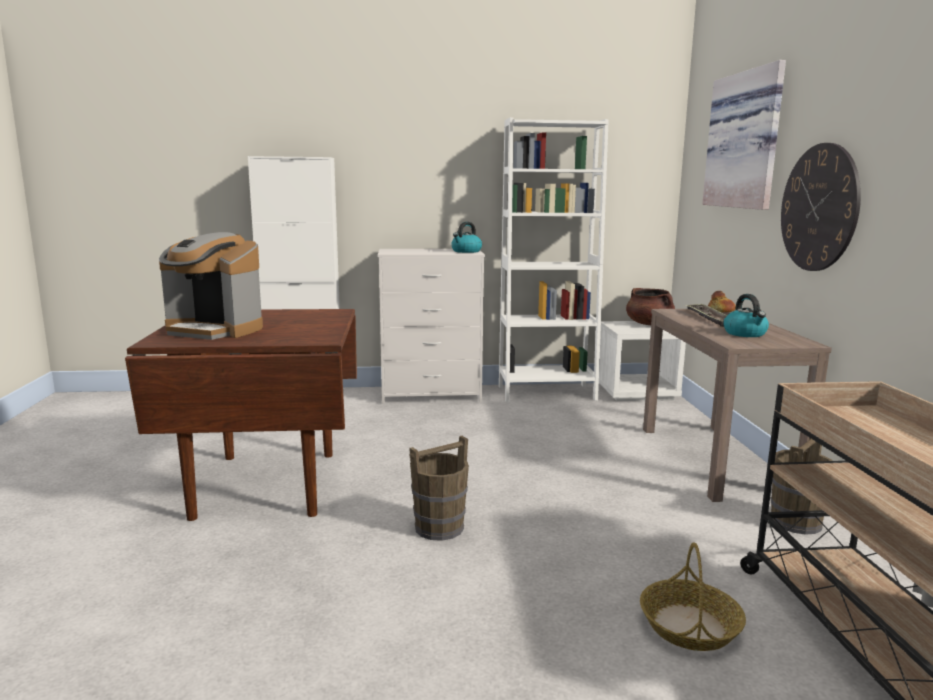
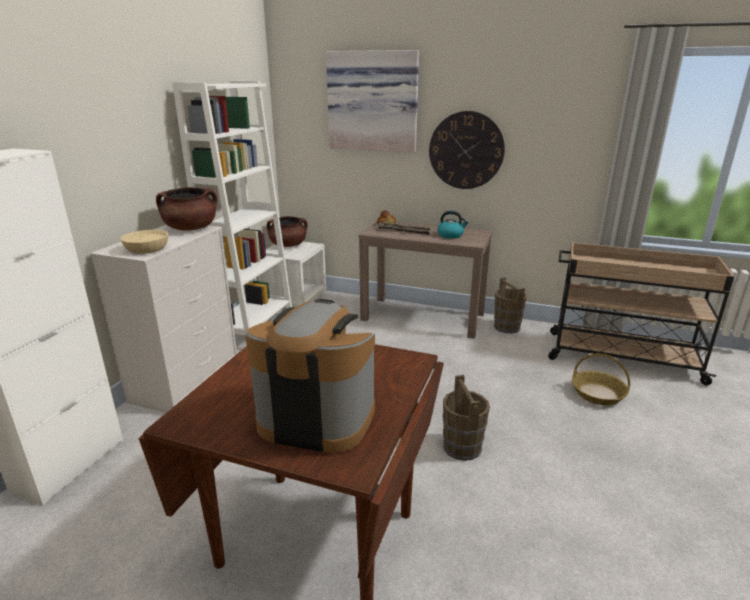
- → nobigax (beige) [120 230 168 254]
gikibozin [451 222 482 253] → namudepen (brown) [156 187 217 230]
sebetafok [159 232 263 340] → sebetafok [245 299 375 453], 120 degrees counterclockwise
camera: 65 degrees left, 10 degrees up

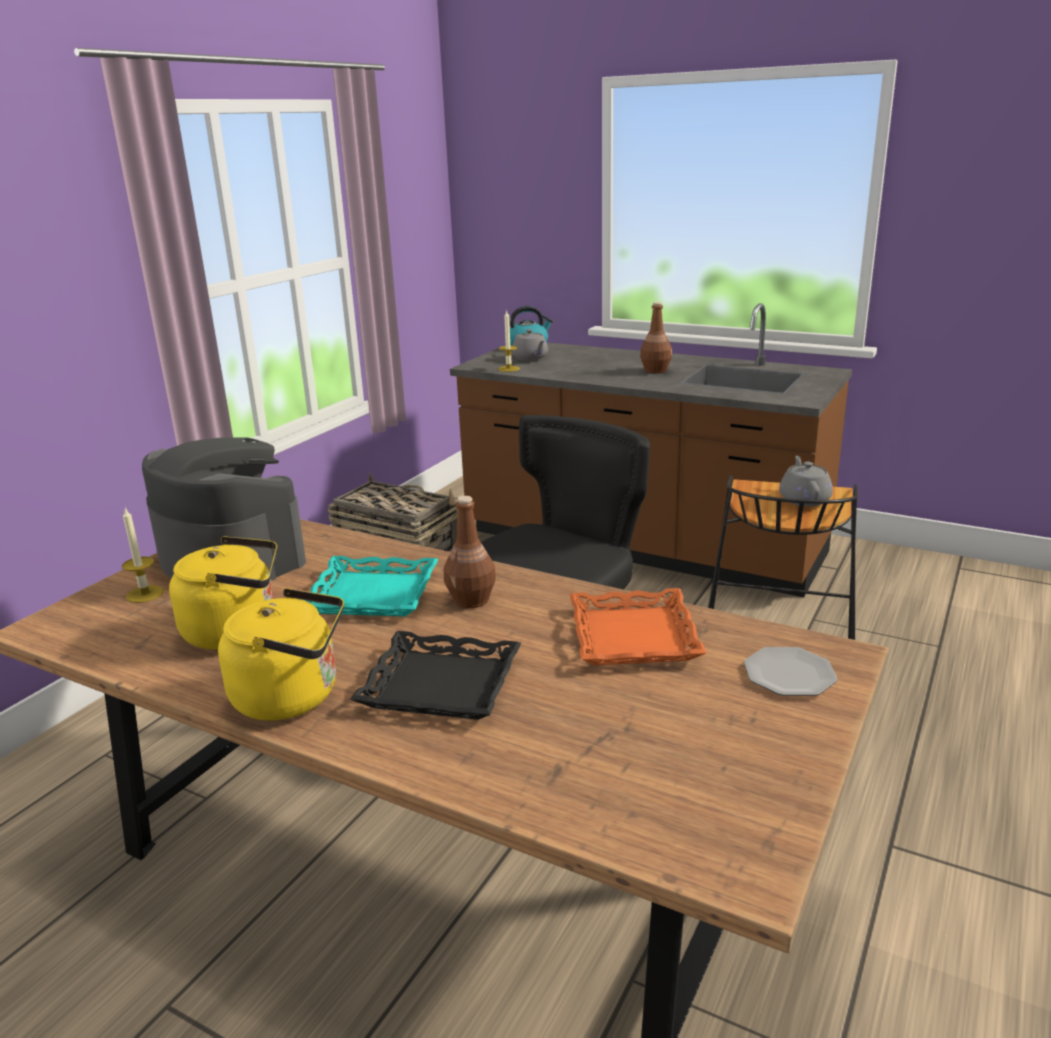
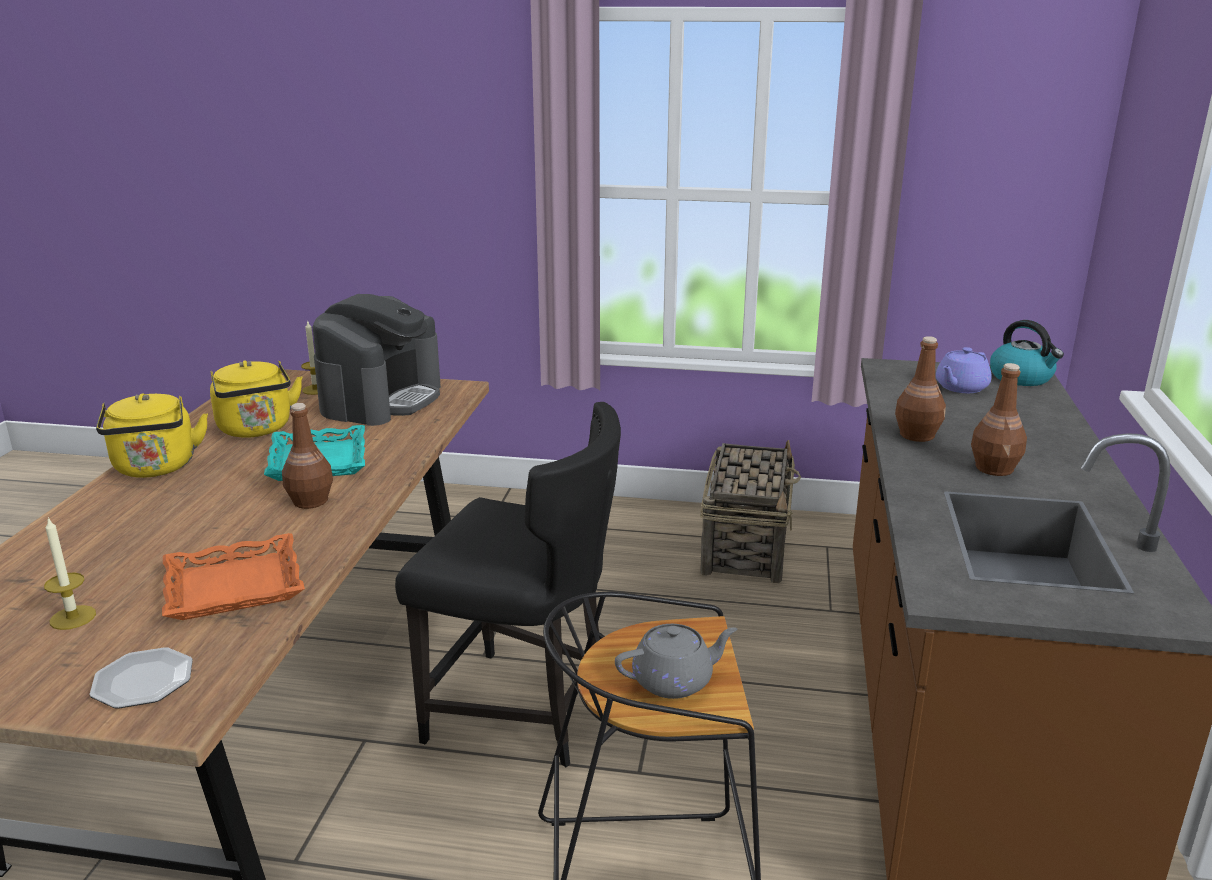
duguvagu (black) [350 631 521 720] → -
- → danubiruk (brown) [895 336 946 442]
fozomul [498 310 520 372] → fozomul [44 517 96 630], move
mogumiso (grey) [512 329 548 361] → mogumiso (purple) [936 347 992 393]
camera: 70 degrees right, 0 degrees up

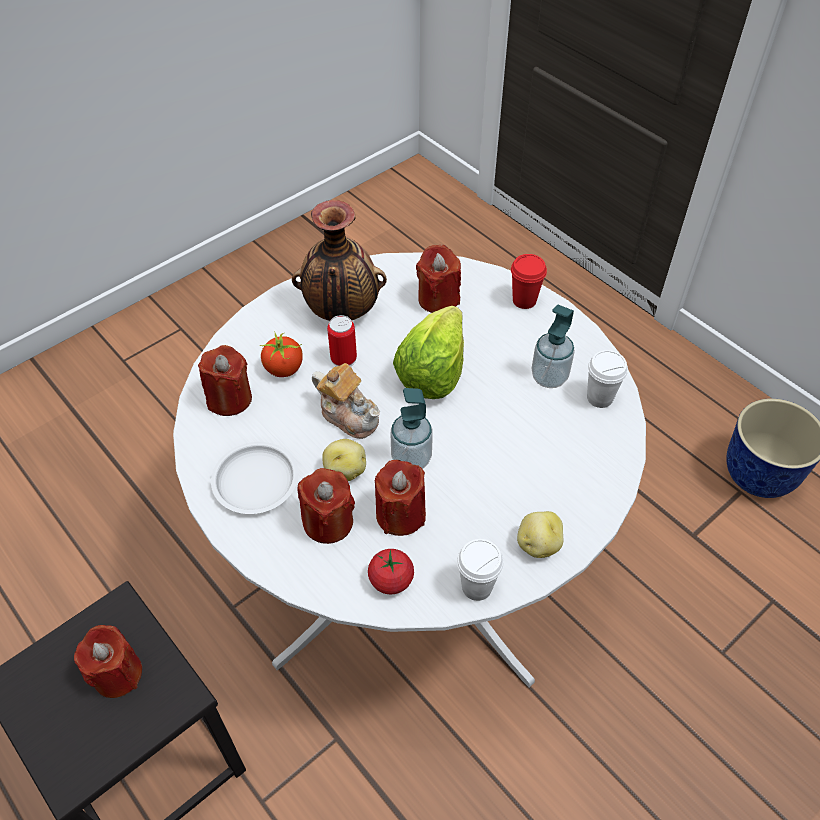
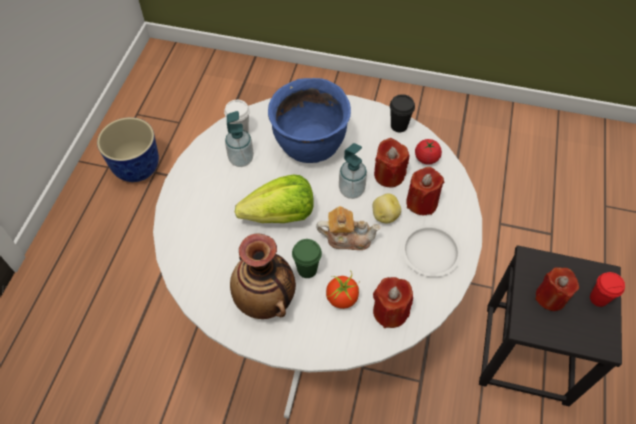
fozomul (red) [416 245 461 313] → -
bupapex [517 511 564 558] → -
- → namudepen (blue) [268 78 351 163]
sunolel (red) [511 254 547 309] → sunolel (red) [590 272 625 307], move
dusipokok [327 315 357 367] → sunolel (green) [292 239 322 278]
sunolel (white) [457 539 504 601] → sunolel (black) [390 94 415 132]
mogumiso [312 363 380 439] → mogumiso [316 206 381 250], 90 degrees clockwise
camera: 125 degrees left, 5 degrees up

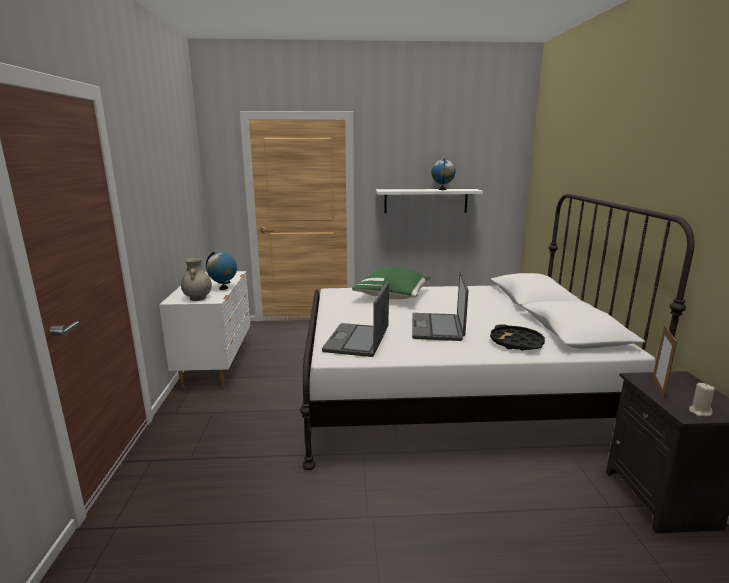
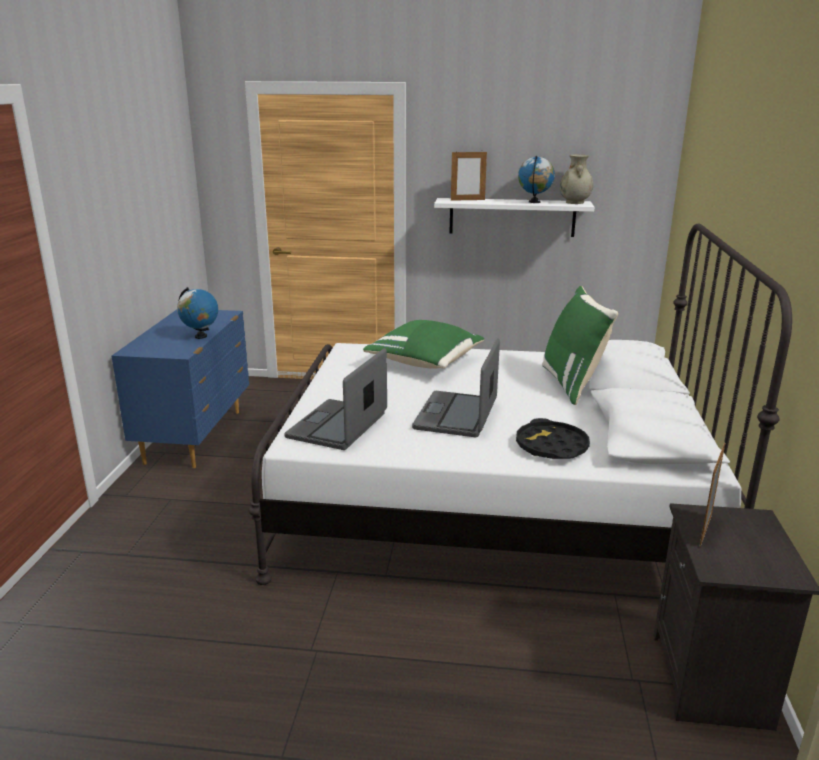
fozomul (beige) [689 383 715 417] → -
- → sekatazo [451 150 487 201]
- → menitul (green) [542 286 618 405]
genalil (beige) [181 258 212 301] → genalil (beige) [560 154 594 204], move
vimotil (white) [159 271 250 389] → vimotil (blue) [112 310 249 468]
camera: 10 degrees right, 5 degrees up

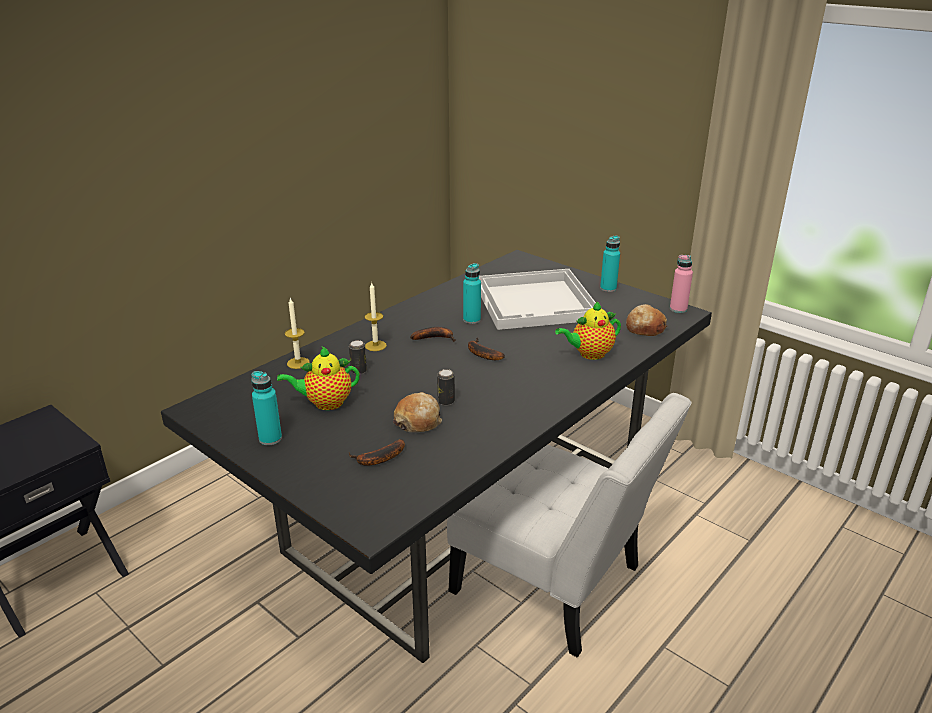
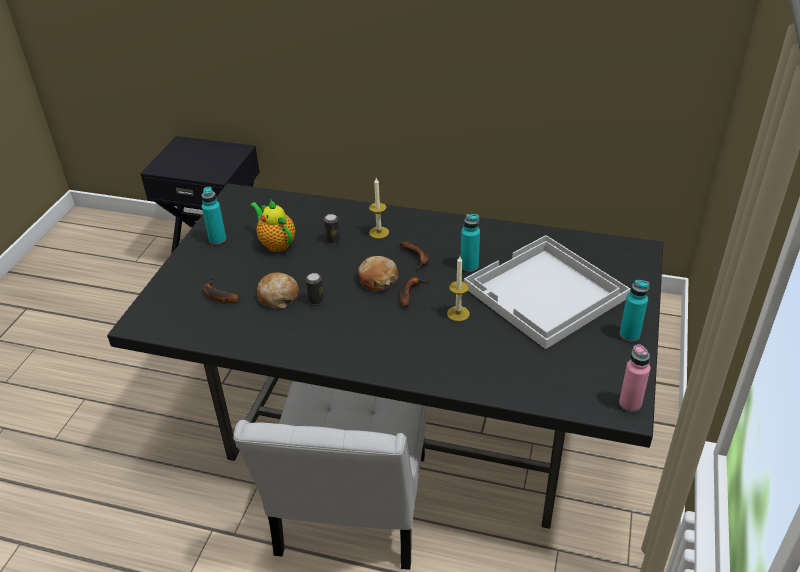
mogumiso [555 301 621 360] → -
fozomul [285 297 310 369] → fozomul [447 256 470 321], move
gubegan [626 304 668 336] → gubegan [358 256 398 291], move
camera: 65 degrees right, 10 degrees up

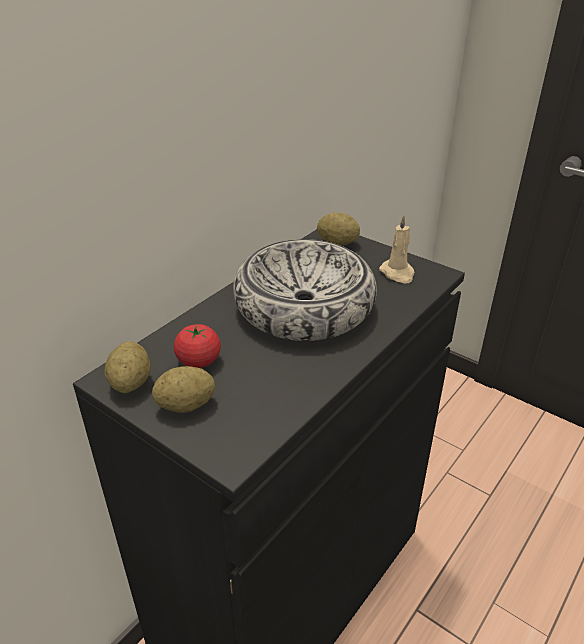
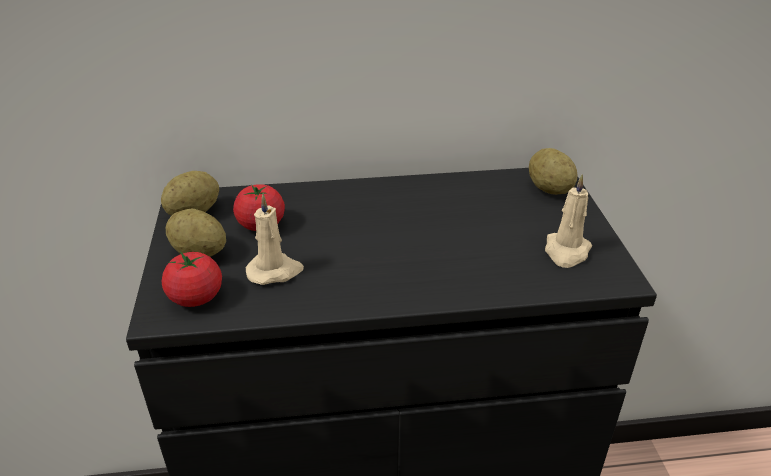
nobigax [233 239 377 341] → -
- → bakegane [162 251 222 307]
- → fozomul (beige) [246 194 304 285]
camera: 45 degrees right, 0 degrees up

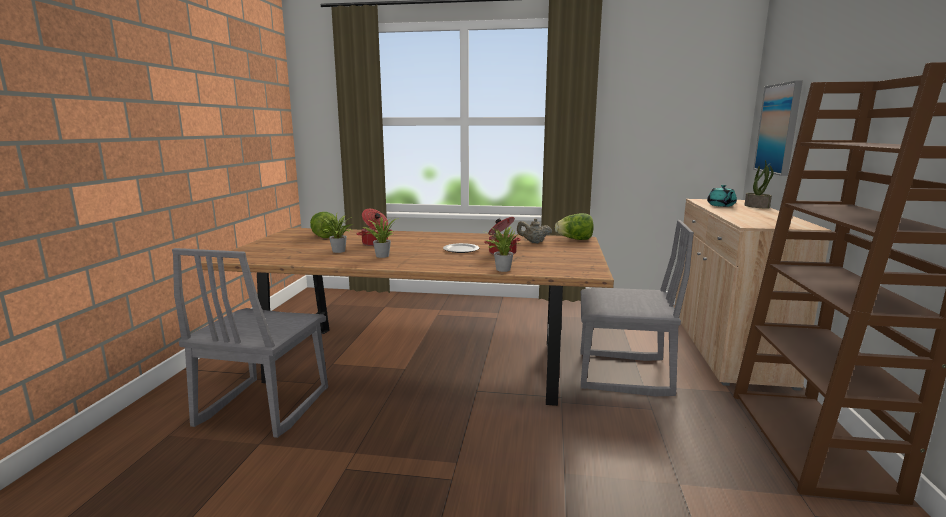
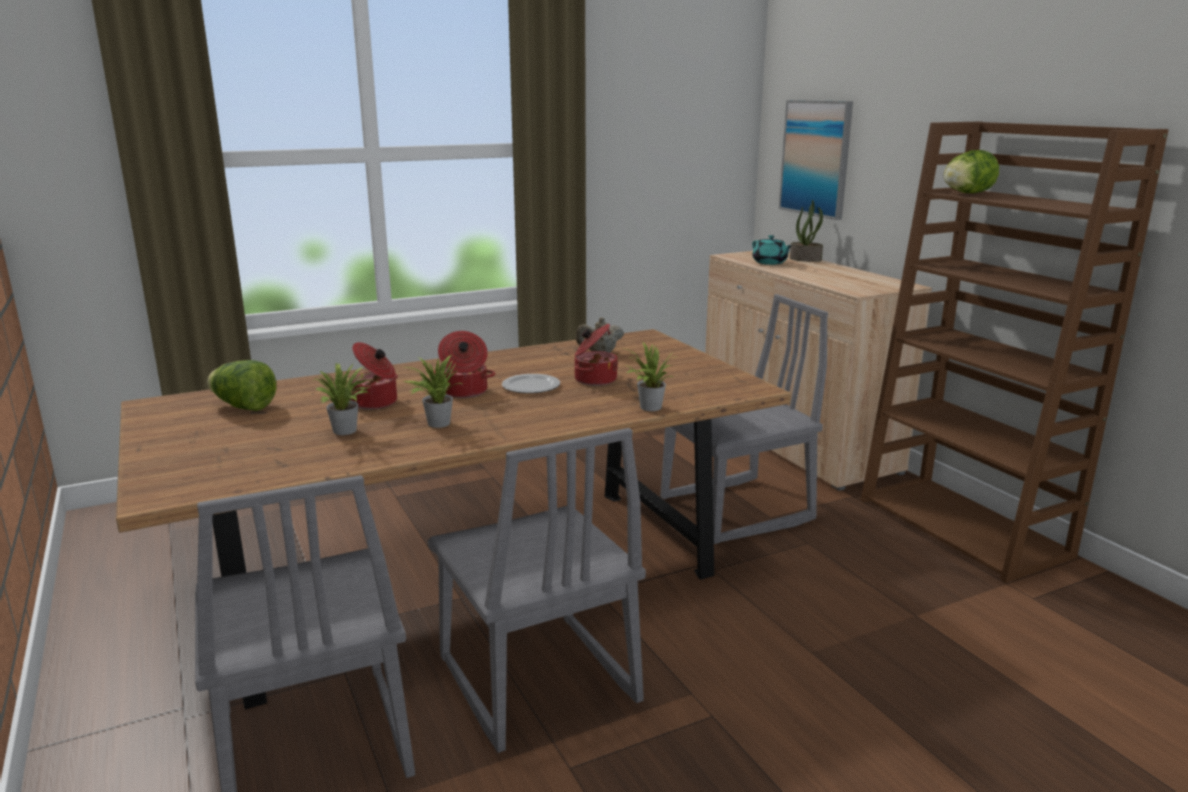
- → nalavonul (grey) [428 428 646 753]
- → namudepen [434 331 495 398]
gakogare [555 213 594 240] → gakogare [943 150 999 193], move
camera: 35 degrees left, 5 degrees up

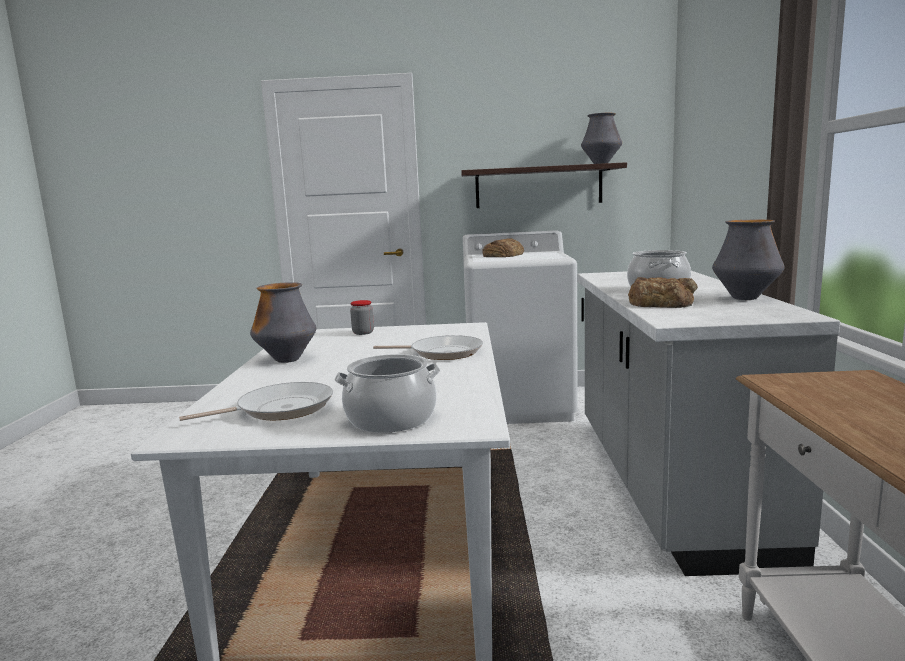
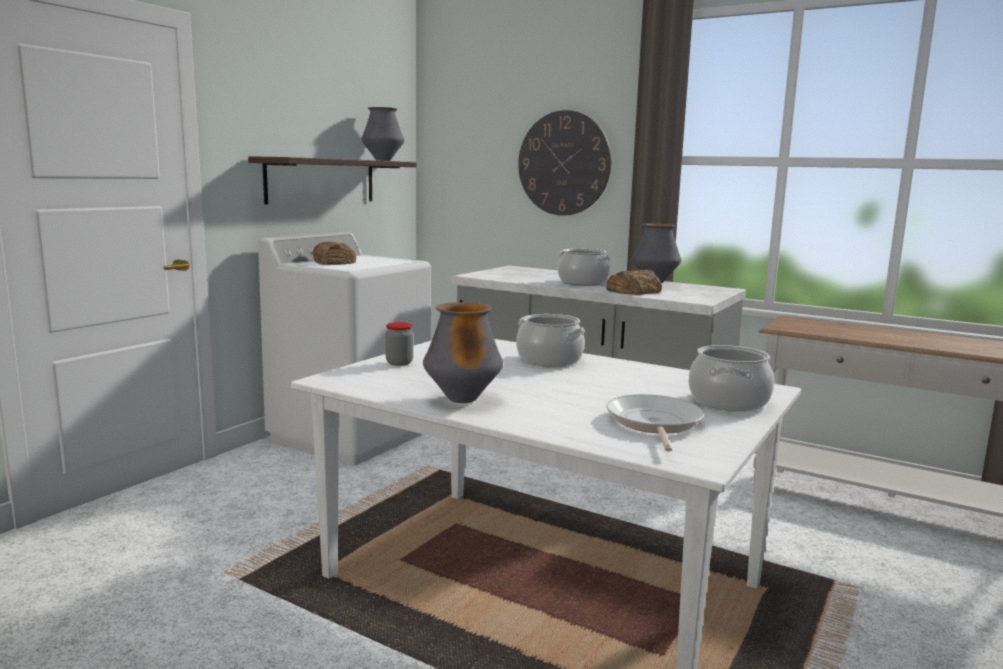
- → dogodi [518 110 611 216]
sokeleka [373 335 483 360] → namudepen [516 314 585 366]
camera: 60 degrees left, 0 degrees up

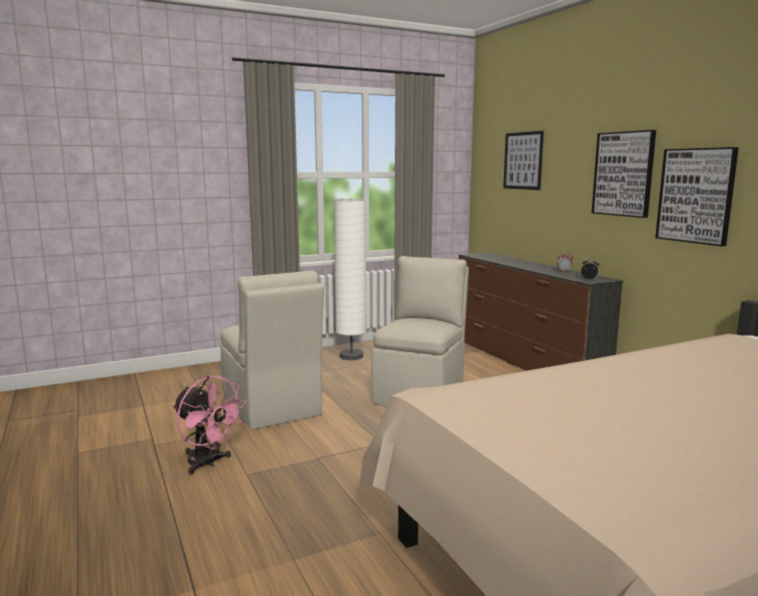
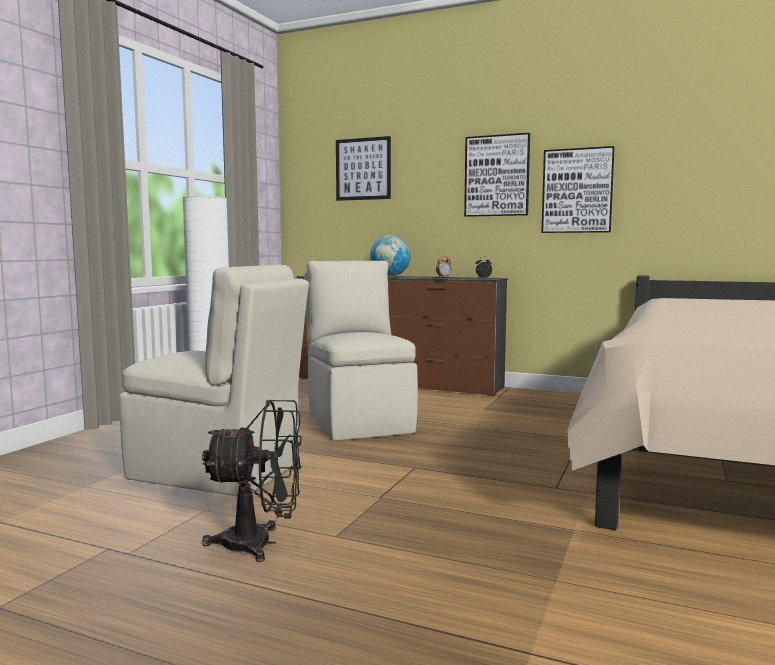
- → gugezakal [370 235 411 276]
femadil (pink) [173 376 246 475] → femadil (black) [202 400 302 562]
camera: 40 degrees left, 5 degrees down

